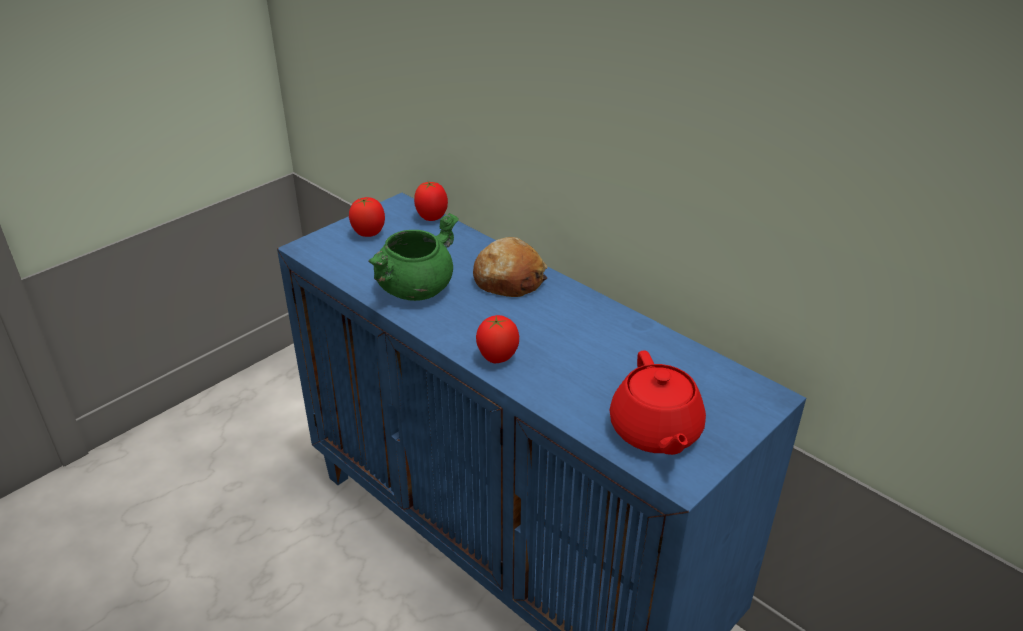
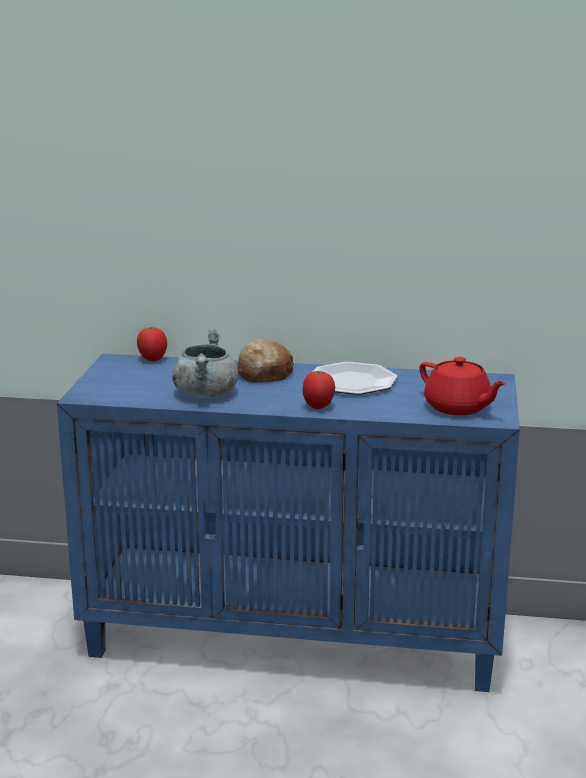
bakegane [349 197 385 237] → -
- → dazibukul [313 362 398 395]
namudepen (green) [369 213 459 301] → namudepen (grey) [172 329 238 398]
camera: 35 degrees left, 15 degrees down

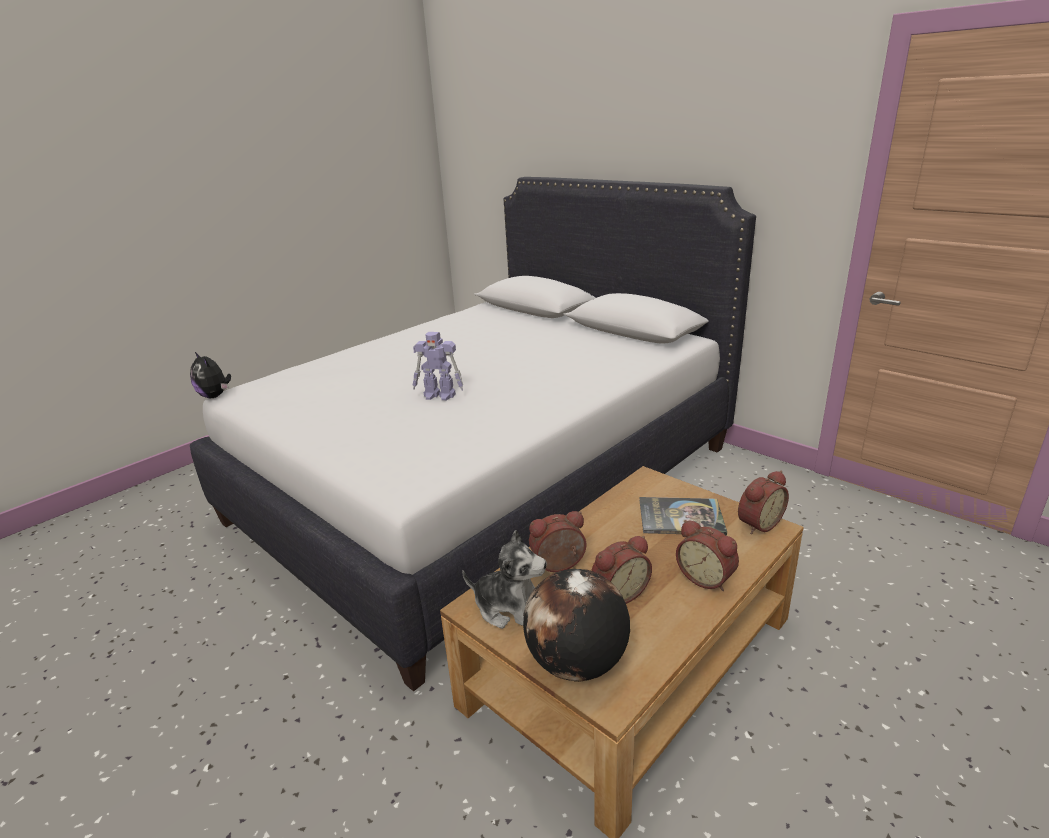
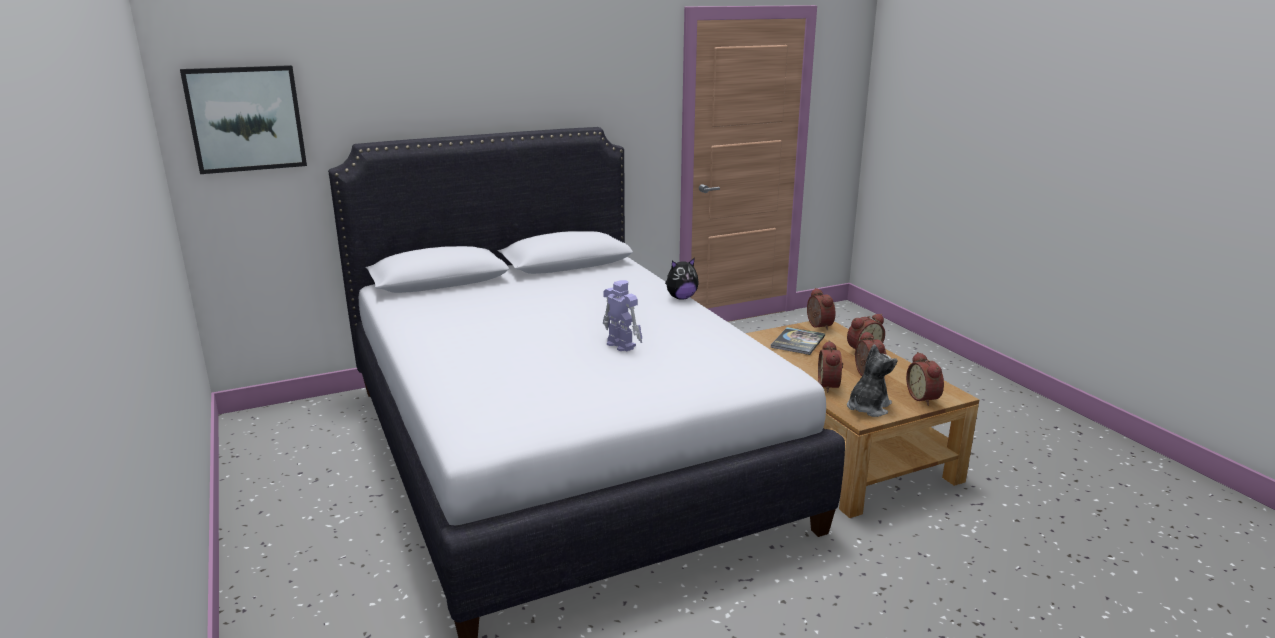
- → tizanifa [180 65 307 174]
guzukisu [190 351 231 398] → guzukisu [665 258 699 300], move
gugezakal [523 569 630 682] → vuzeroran [906 352 944 406]
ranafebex [413 332 463 401] → ranafebex [603 280 642 352], 75 degrees counterclockwise
camera: 70 degrees left, 5 degrees down

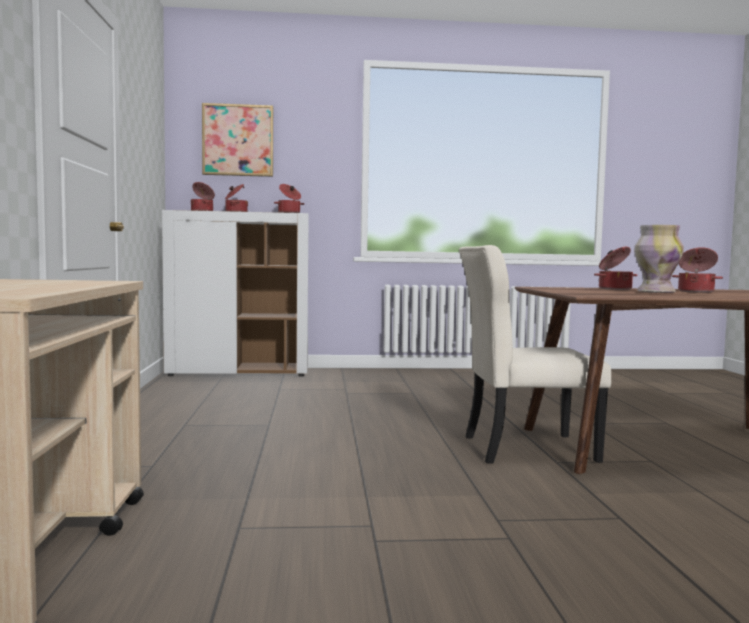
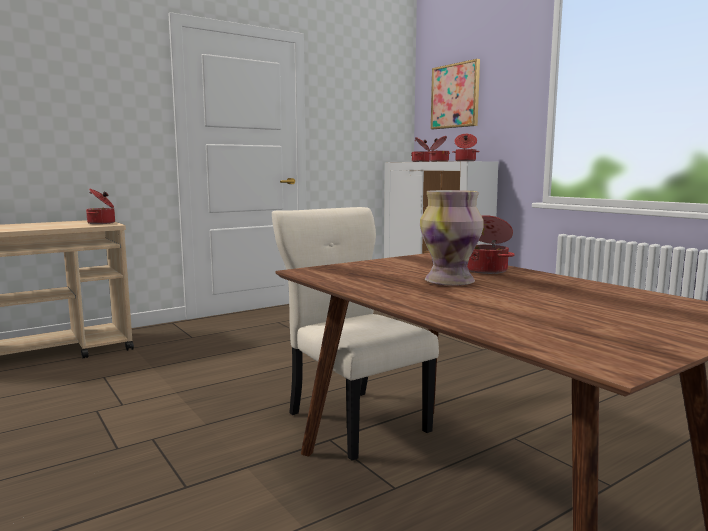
namudepen [672 247 723 293] → namudepen [86 189 115 224], move
camera: 60 degrees right, 5 degrees up

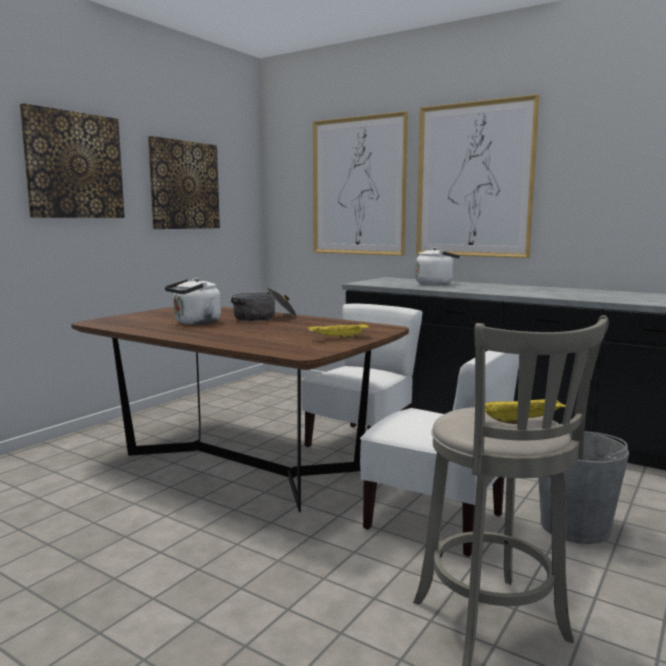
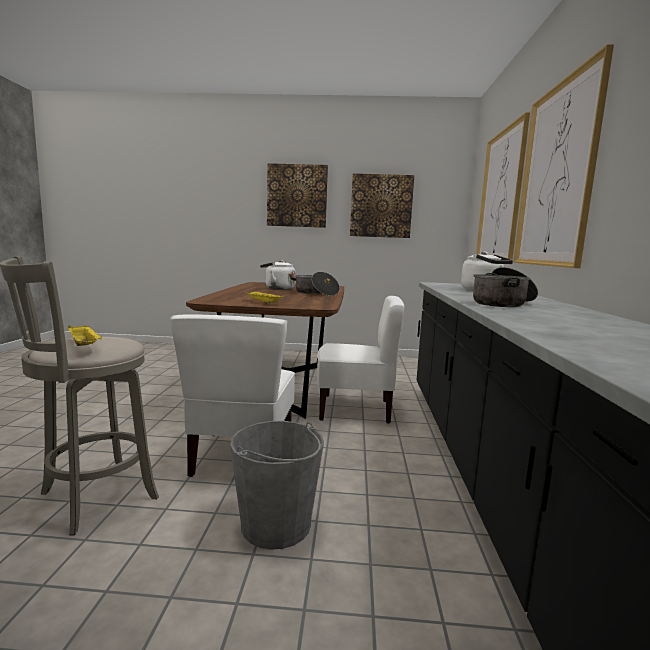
- → namudepen [473 267 538 307]
camera: 60 degrees right, 0 degrees up

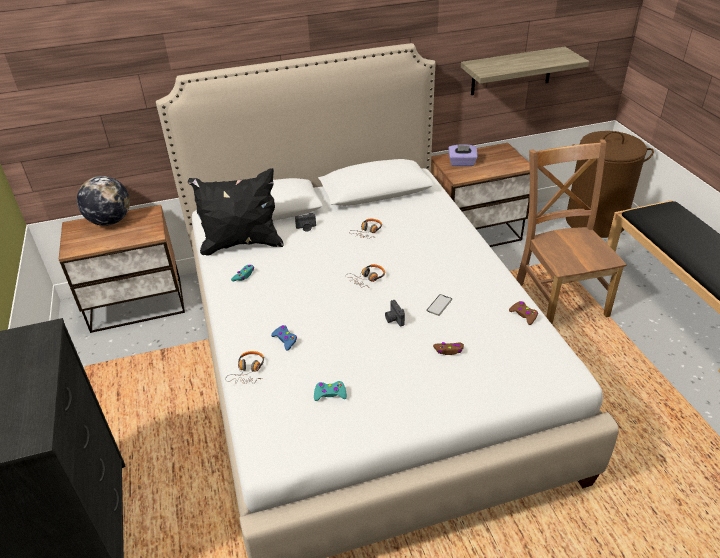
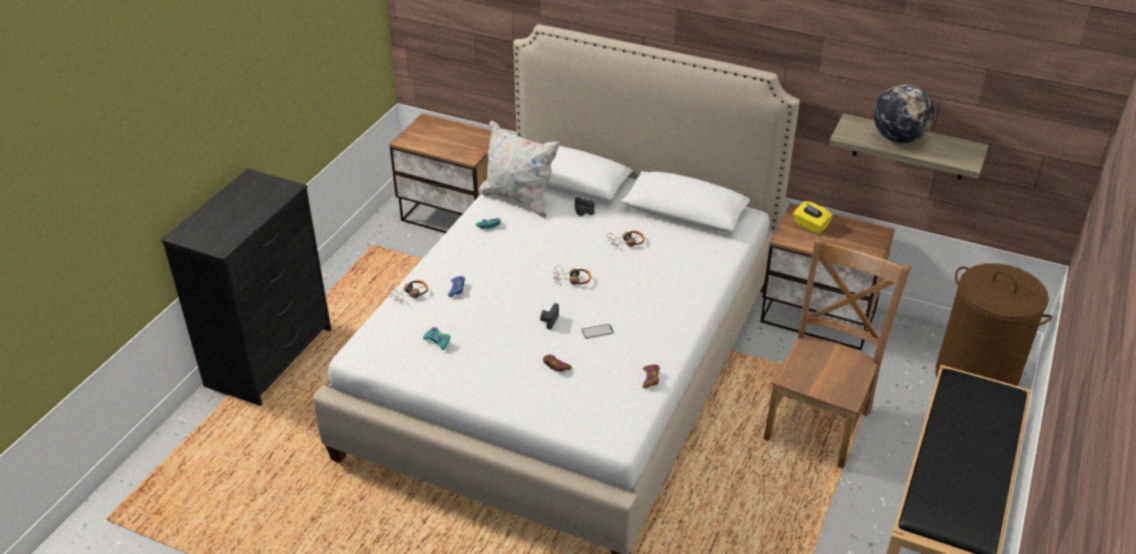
gugezakal [77 176 130 226] → gugezakal [874 84 934 143], move
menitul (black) [188 168 284 256] → menitul (white) [479 120 560 218]
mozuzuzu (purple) [448 144 478 166] → mozuzuzu (yellow) [793 201 833 234]
camera: 40 degrees right, 0 degrees up

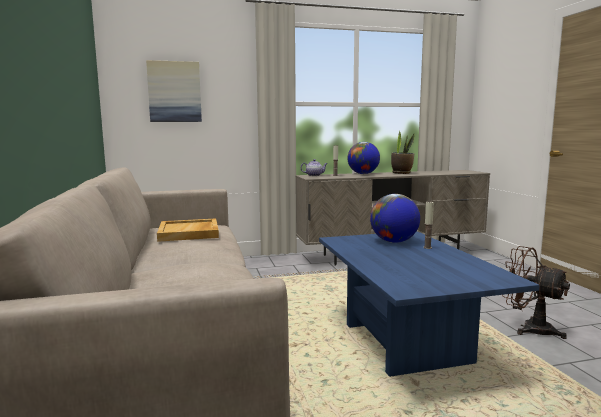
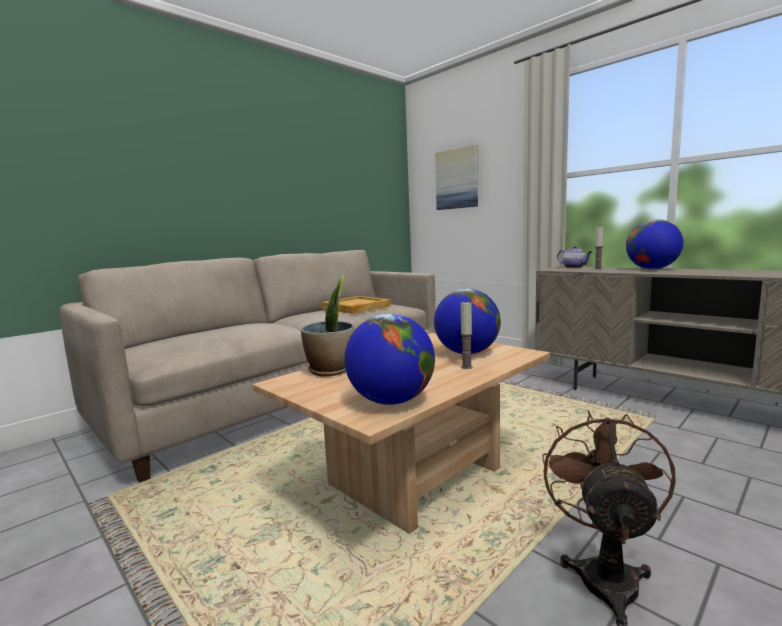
- → gugezakal [344 314 435 405]
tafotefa [391 131 415 174] → tafotefa [301 275 354 377], move
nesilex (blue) [319 231 540 377] → nesilex (beige) [252 333 550 534]
camera: 60 degrees right, 0 degrees up

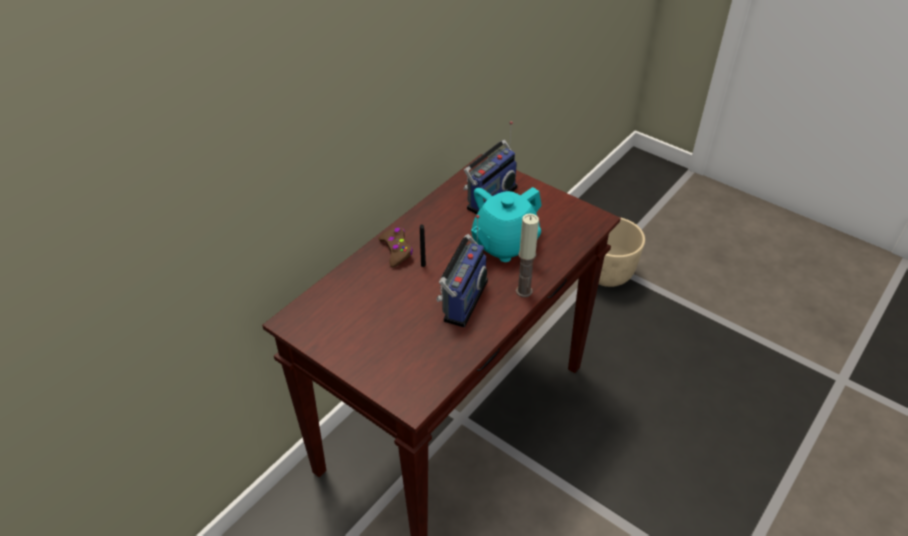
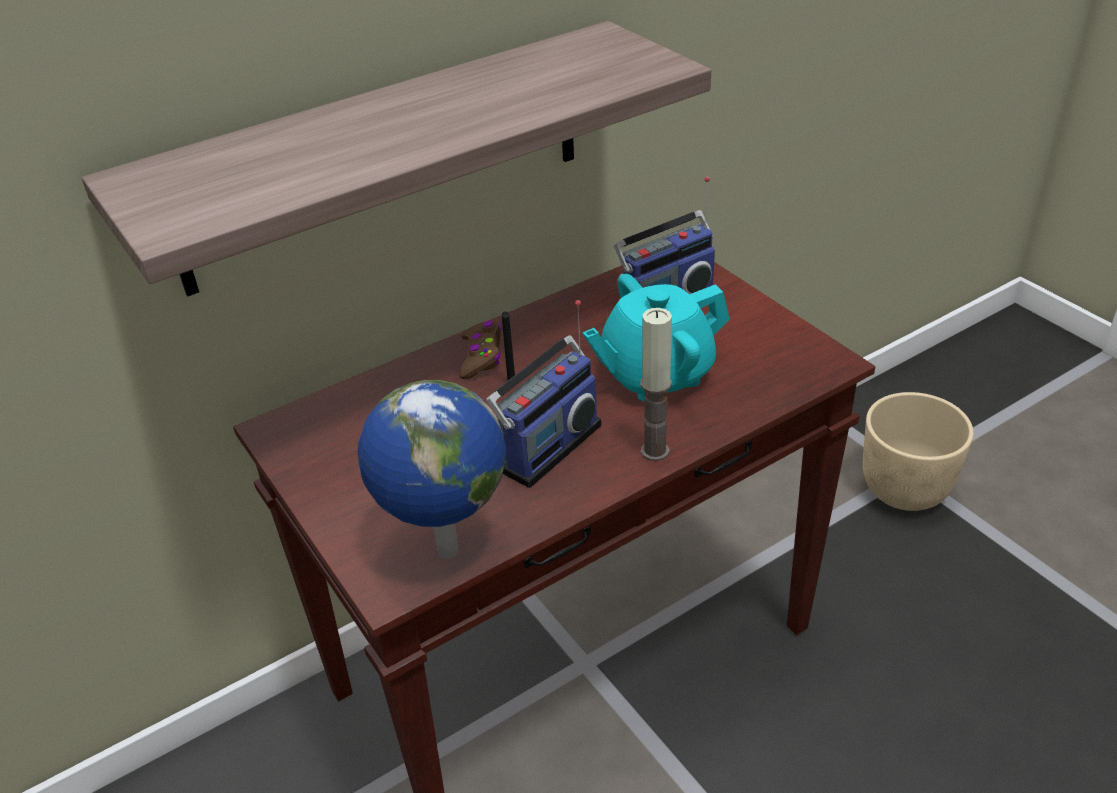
- → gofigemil [82 21 711 297]
- → gugezakal [358 380 506 559]
camera: 20 degrees right, 5 degrees down

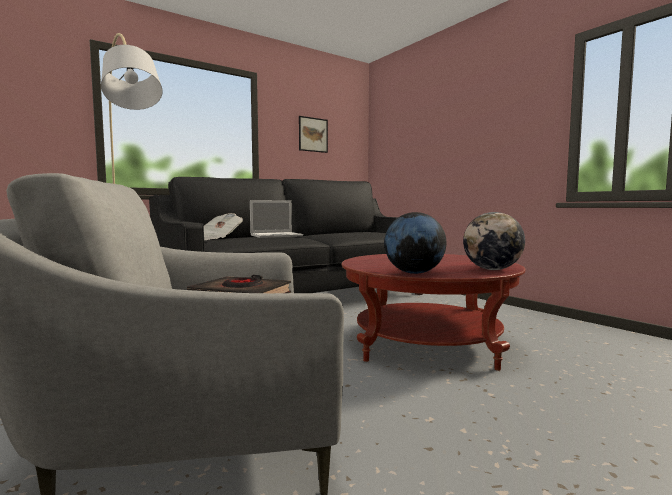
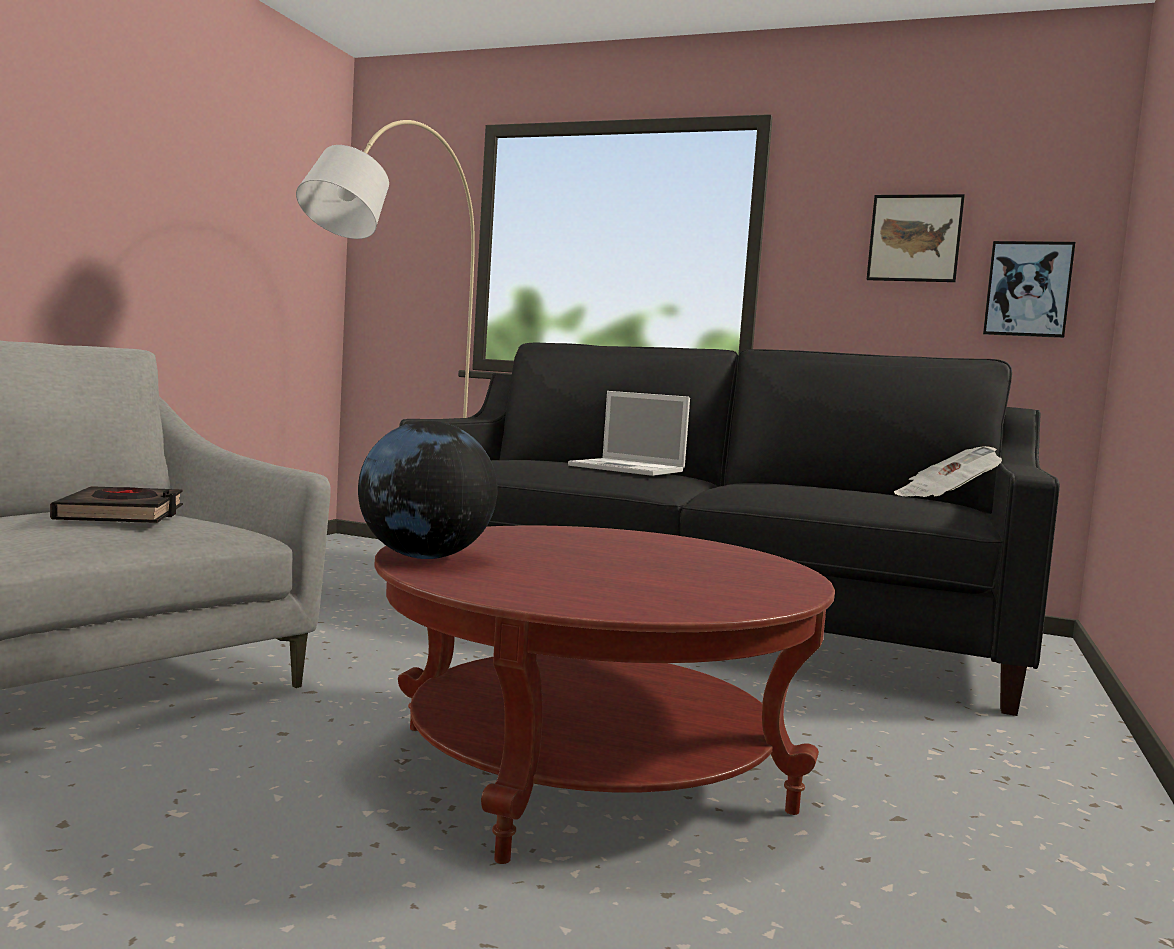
gugezakal [463 212 525 270] → -
- → tizanifa [983 241 1075 338]
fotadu [204 213 243 240] → fotadu [894 446 1002 497], move
camera: 55 degrees right, 0 degrees up

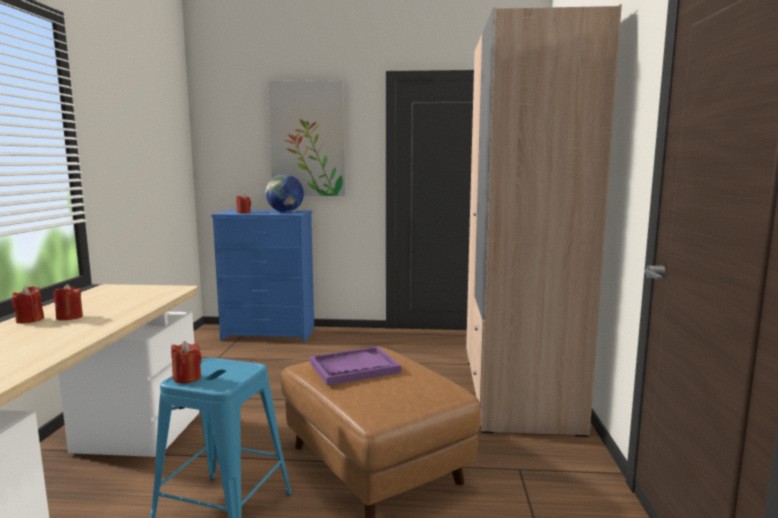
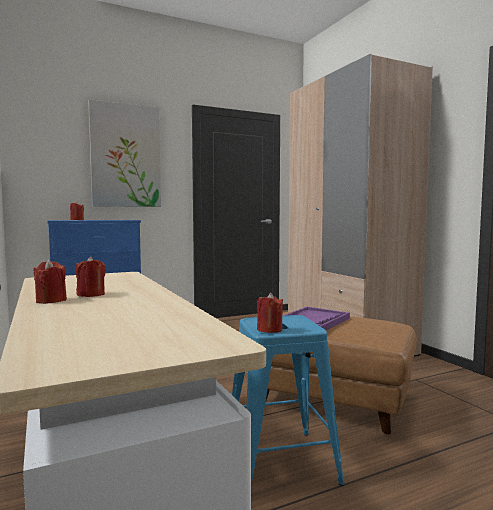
gugezakal [265 174 304 212] → -
camera: 30 degrees left, 5 degrees down

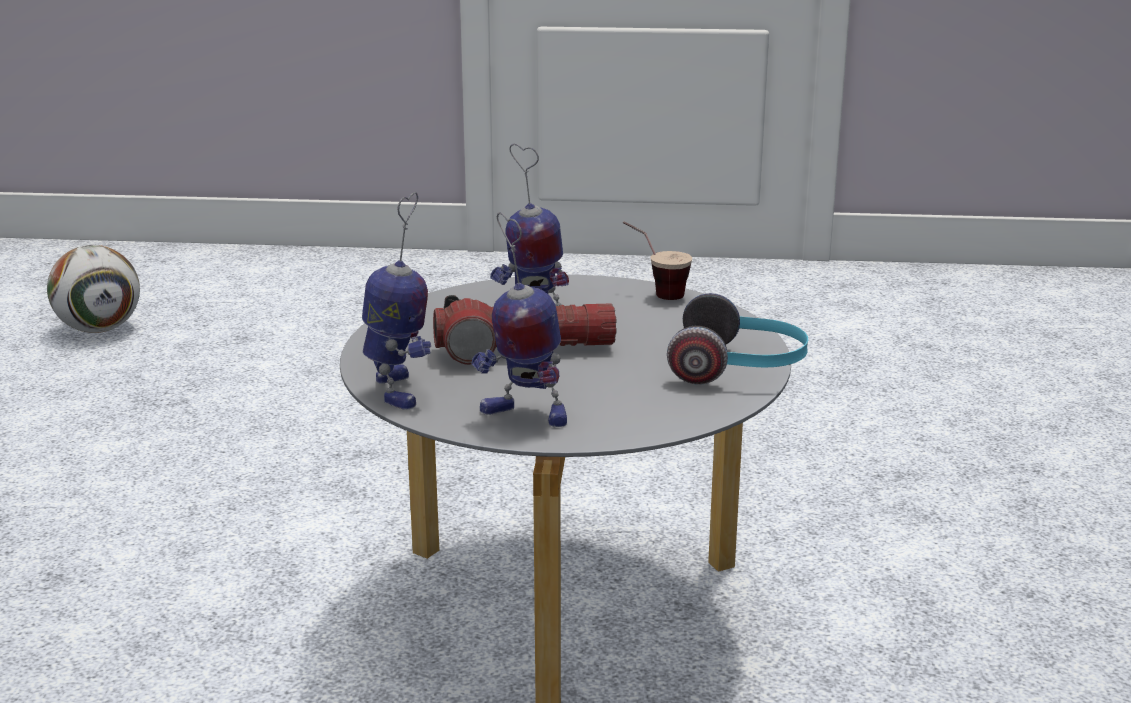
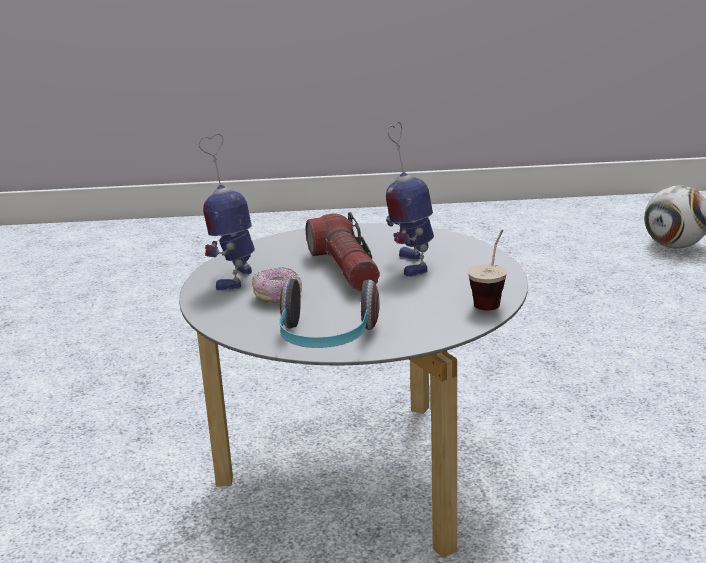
ranafebex [362 192 431 410] → -
- → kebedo [252 267 302 303]
camera: 85 degrees right, 0 degrees up

